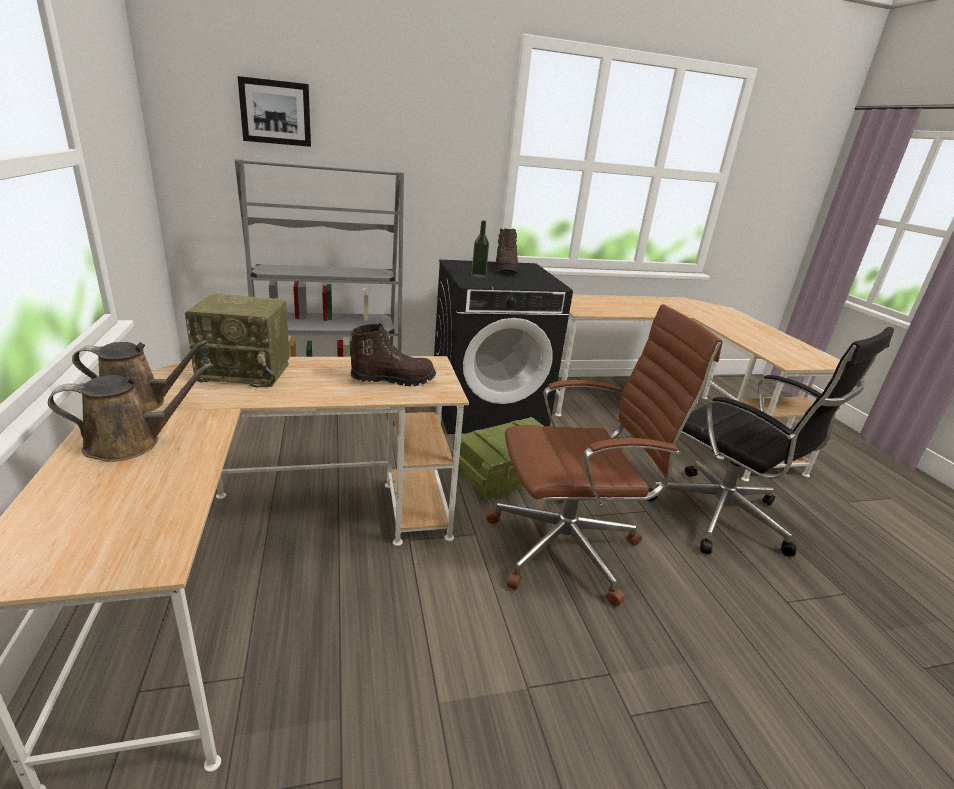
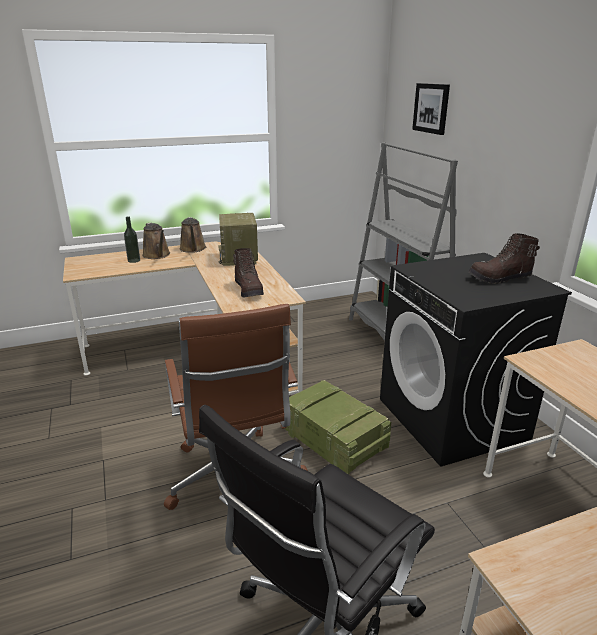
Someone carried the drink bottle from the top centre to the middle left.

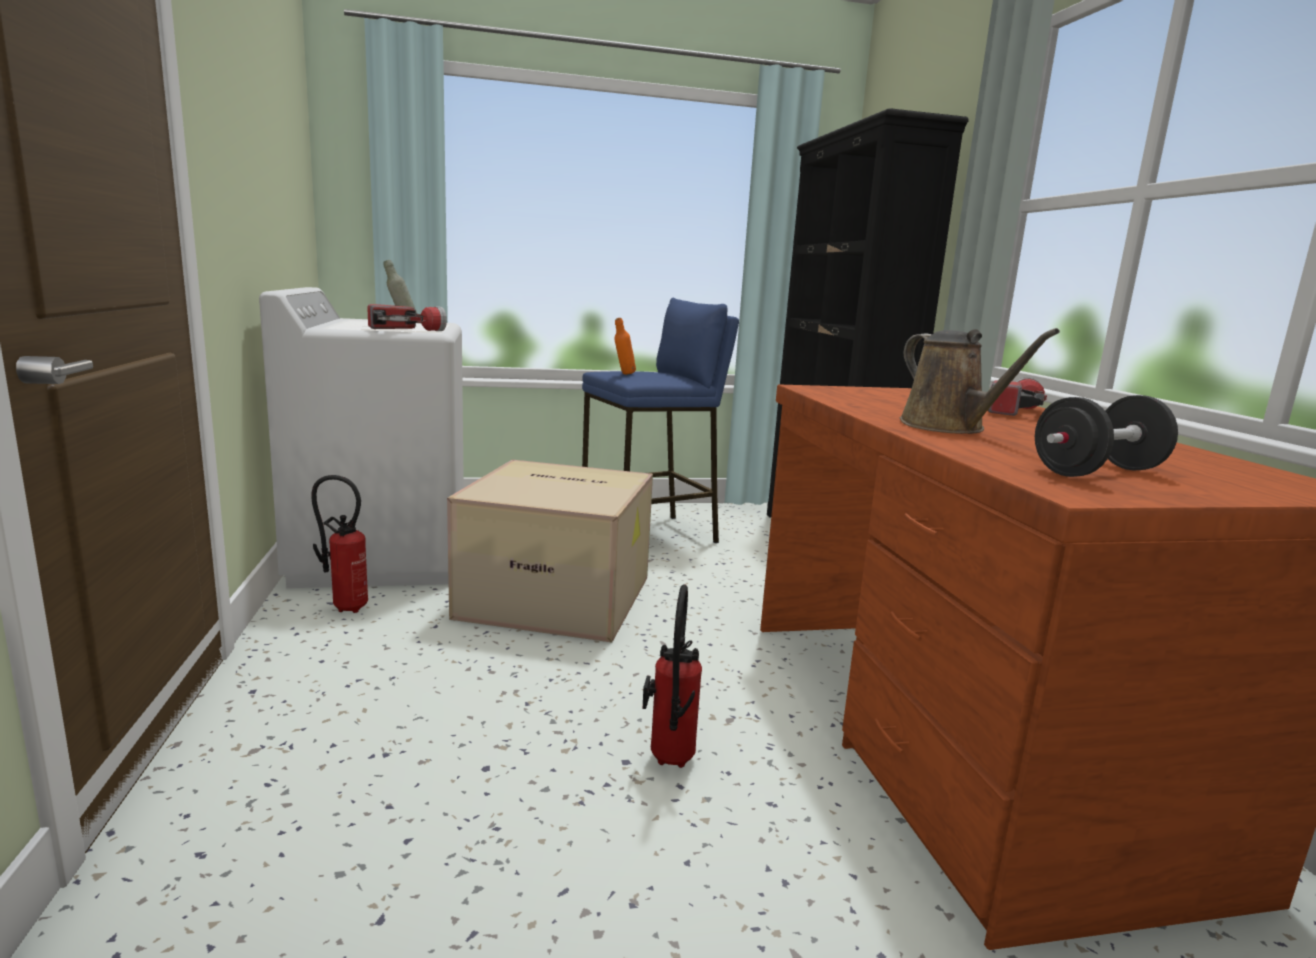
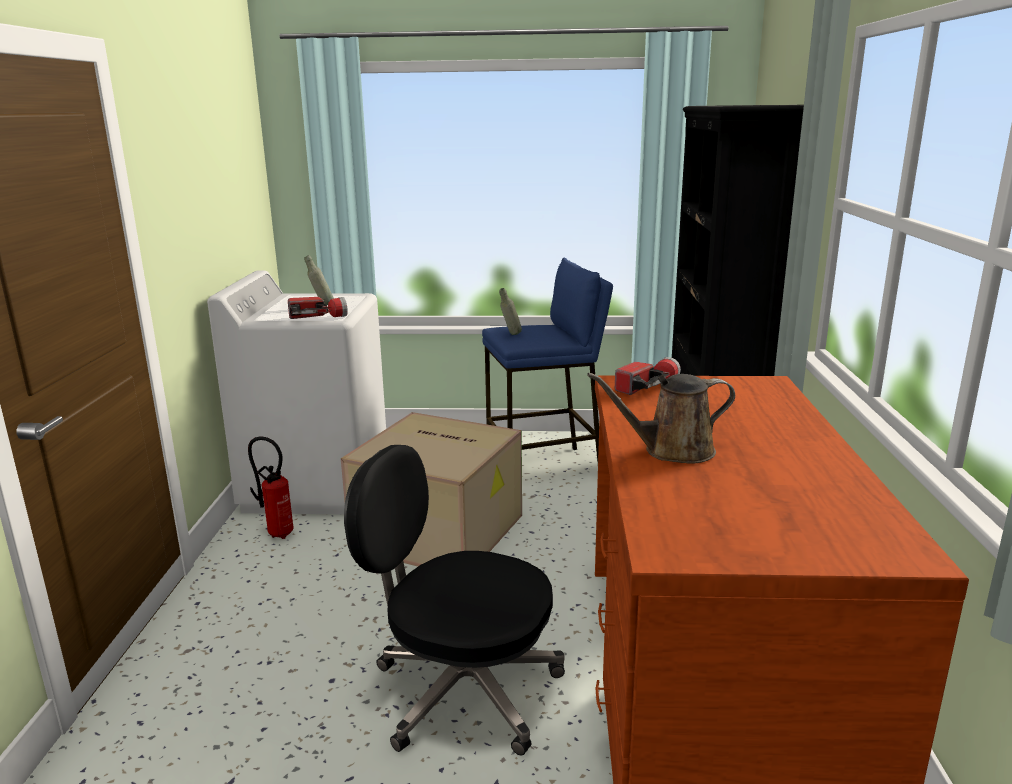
Someone repainted the orangey drink bottle at the centre, which became the grey drink bottle (no. 2 from left) at the centre. Someone rotated the brown watering can at the middle right by 90 degrees clockwise. Someone carried the torch (no. 2 from left) from the middle right to the centre. Someone took away the blackish hand weight at the middle right. Someone swapped the extinguisher (no. 2 from left) at the bottom centre for the blackish computer chair at the bottom centre.

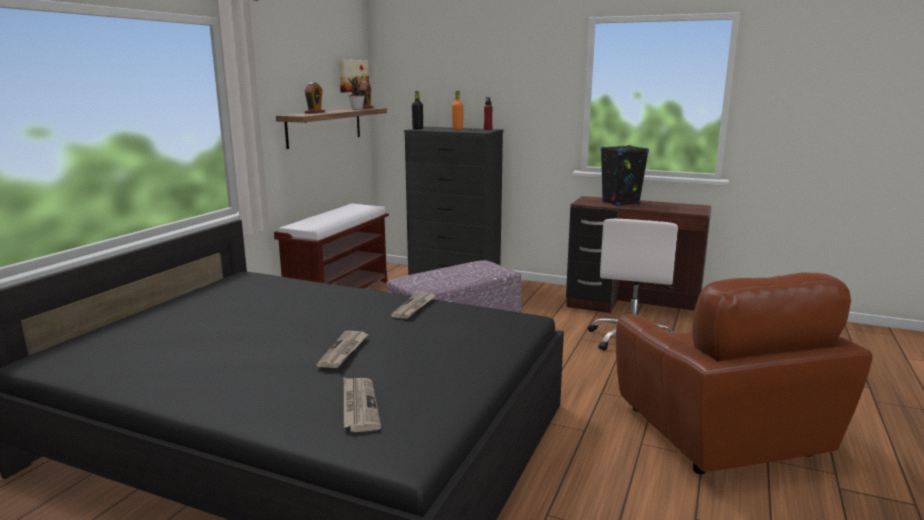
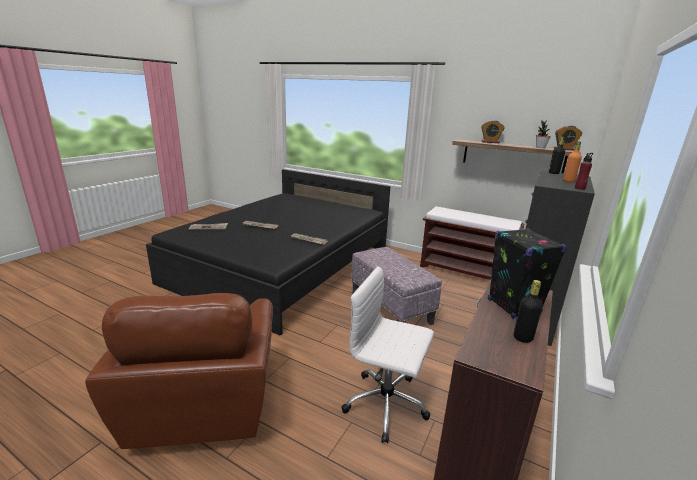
Someone took away the picture at the top centre. Someone rotated the brown armchair at the bottom right by 90 degrees counterclockwise. Someone put down the blackish drink bottle (no. 1 from left) at the middle right.

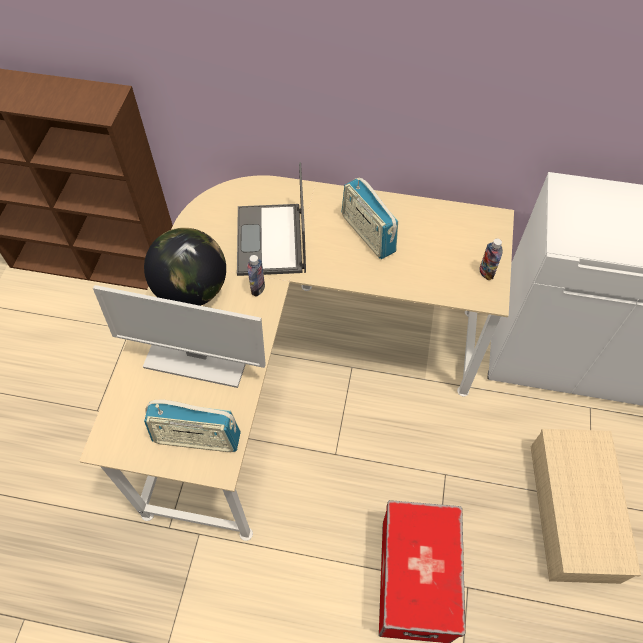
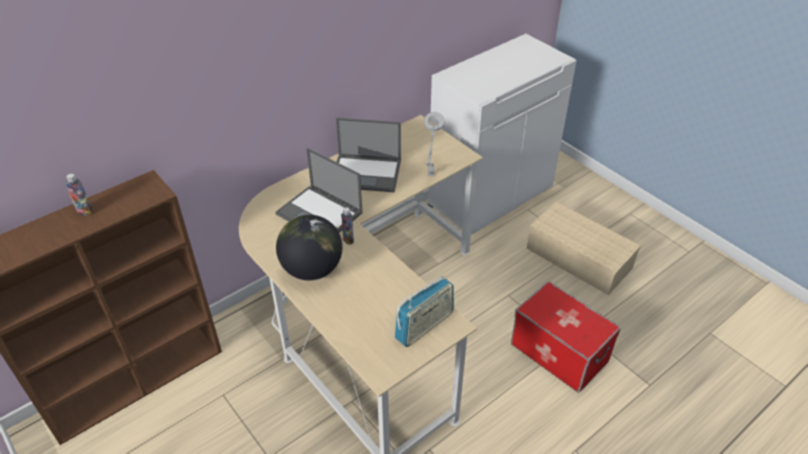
Someone swapped the radio receiver (no. 2 from left) at the centre for the laptop (no. 2 from left) at the centre. Someone carried the drink bottle (no. 2 from left in the first image) from the middle right to the middle left. Someone took away the computer display at the middle left. Someone put down the grey lamp for a table at the top centre.

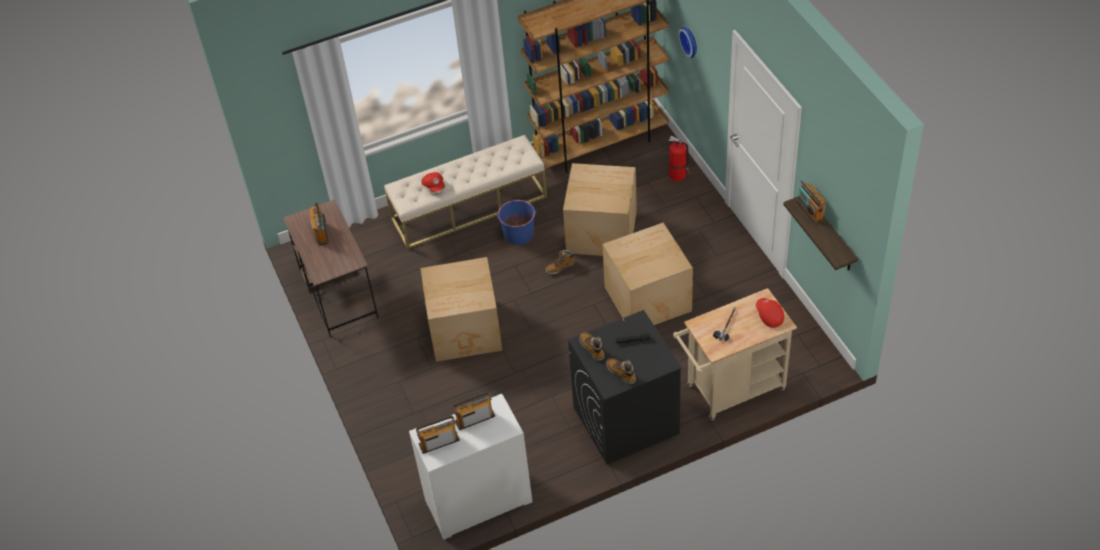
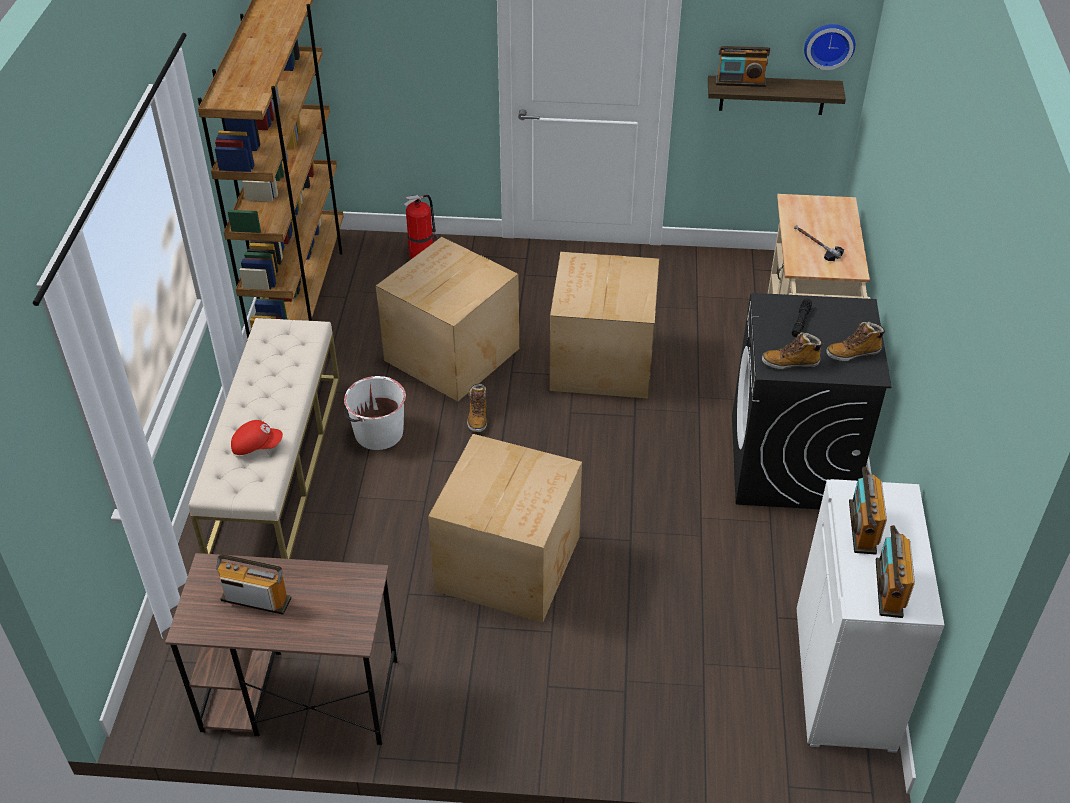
Someone carried the hanging clock from the top centre to the top right. Someone repainted the bluish water bucket at the centre, which became the white water bucket at the centre. Someone took away the red baseball cap (no. 2 from left) at the middle right.

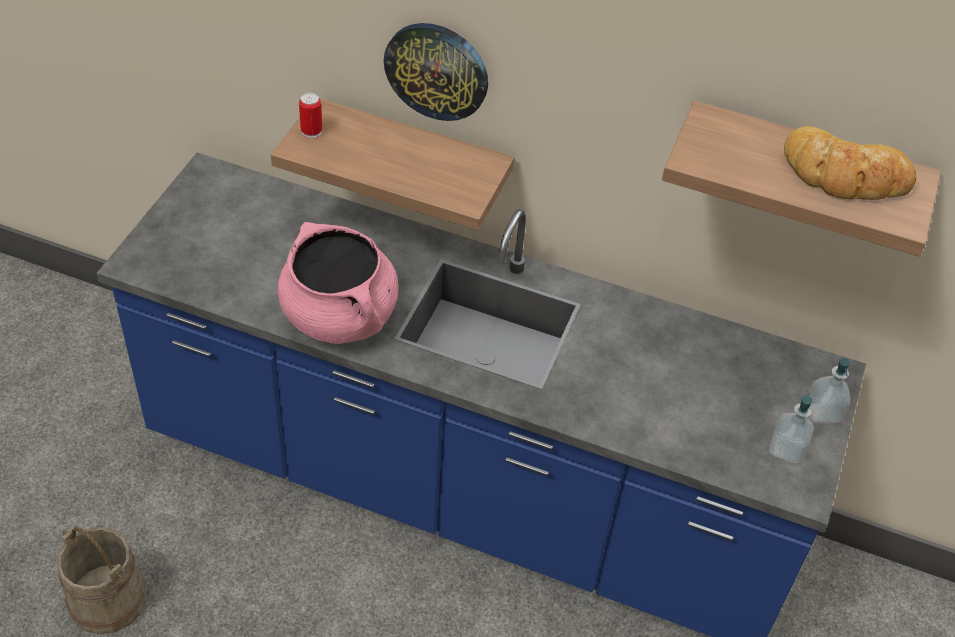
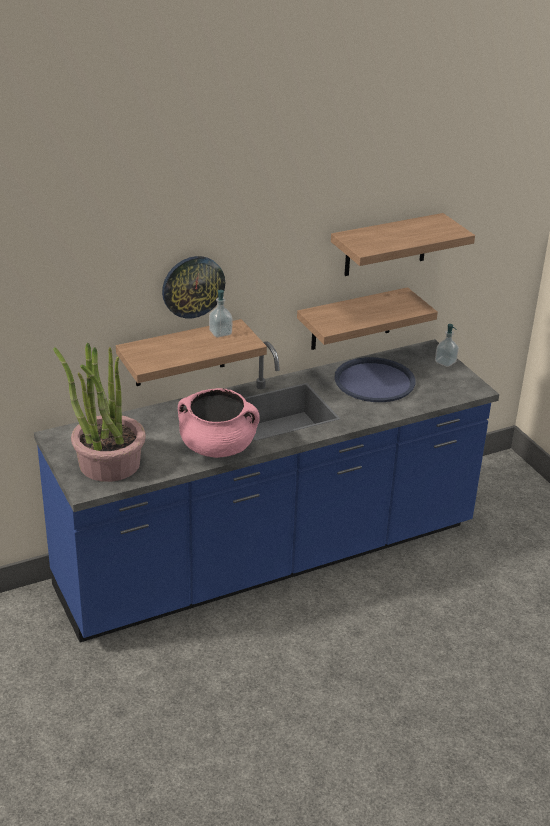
Someone took away the can at the top left. Someone took away the baked bread at the top right. Someone carried the soap dispenser (no. 1 from left) from the bottom right to the centre. Someone took away the sand-coloured water bucket at the bottom left. Someone put up the wall shelf (no. 2 from left) at the middle right. Someone put down the houseplant at the middle left. Someone put down the bluish serving tray at the middle right.

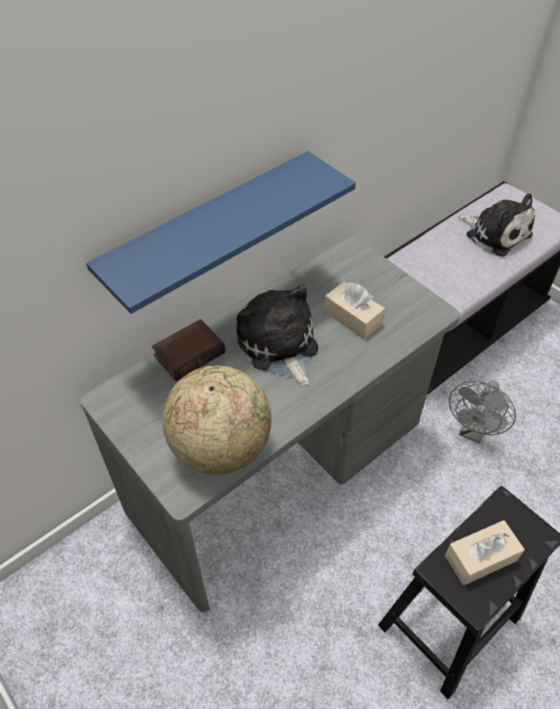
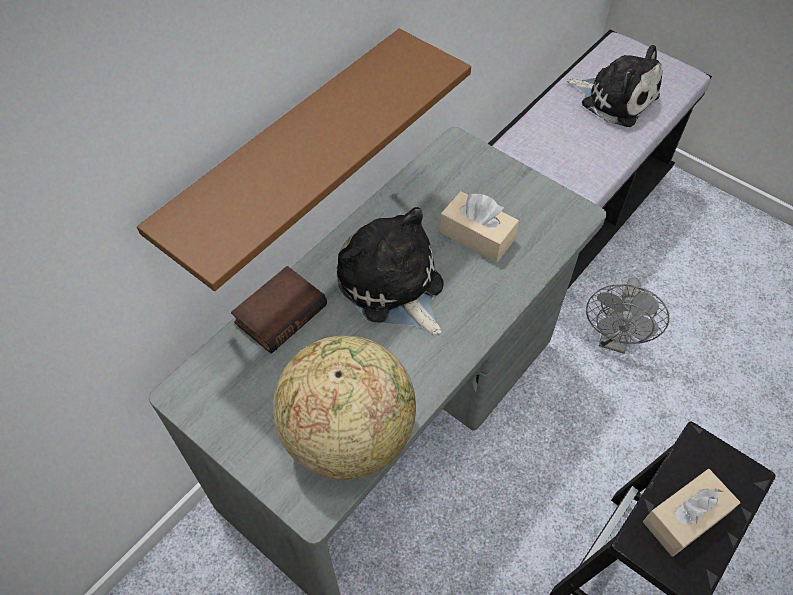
Someone repainted the bluish wall shelf at the top centre, which became the brown wall shelf at the top centre.

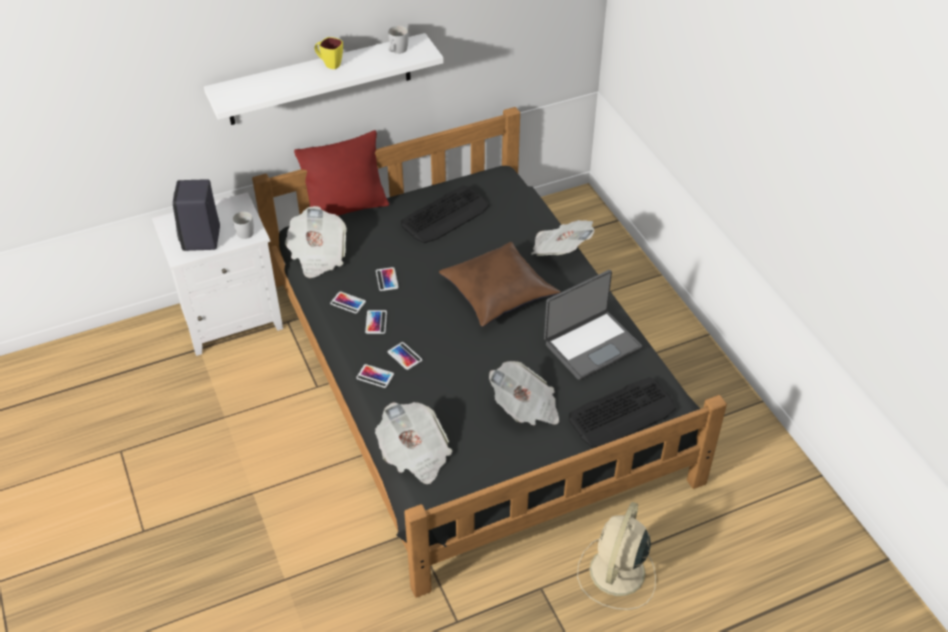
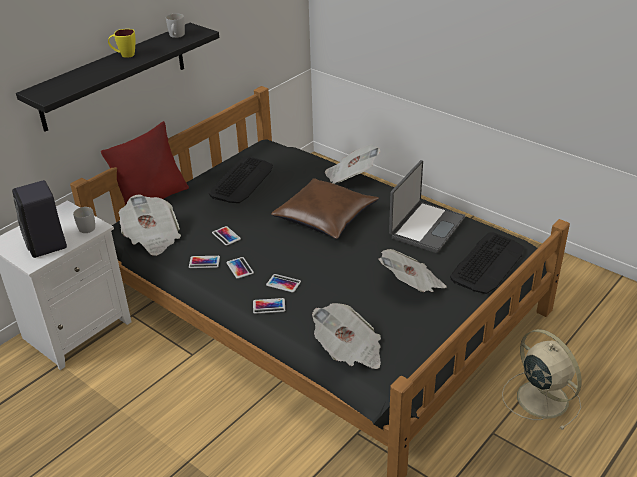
Someone repainted the white wall shelf at the top centre, which became the blackish wall shelf at the top left. Someone rotated the sand-coloured electric fan at the bottom centre by 150 degrees clockwise.

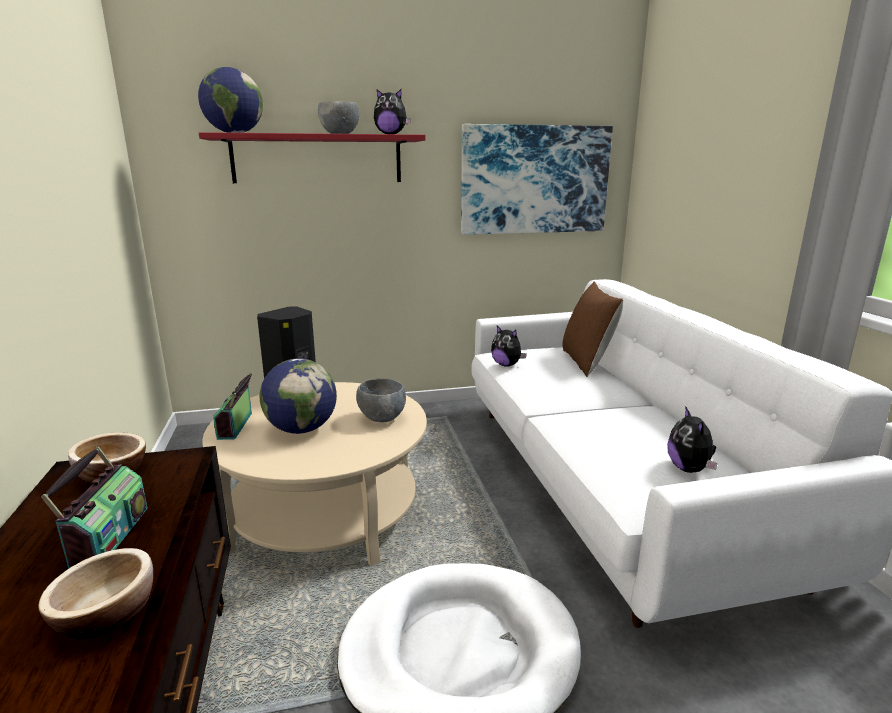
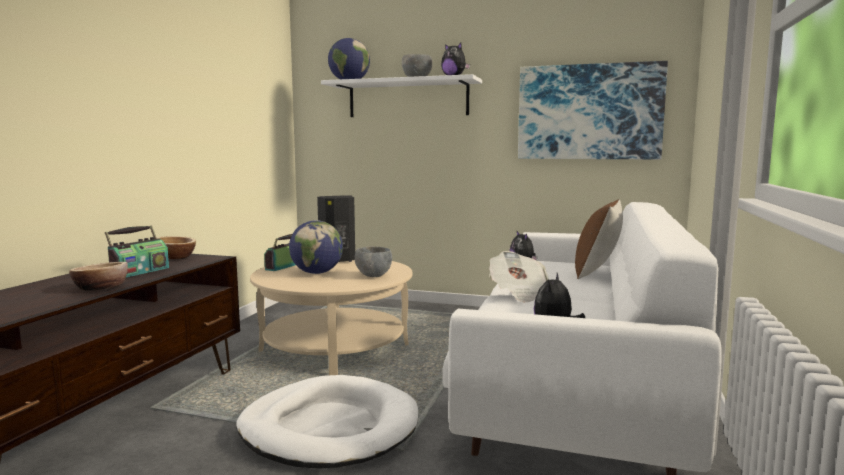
Someone repainted the red wall shelf at the top centre, which became the white wall shelf at the top centre. Someone put down the newspaper at the centre.

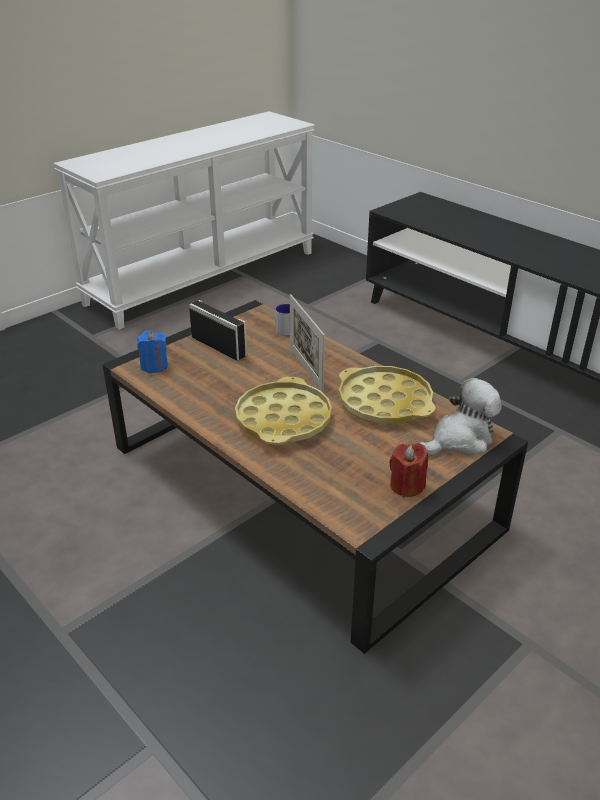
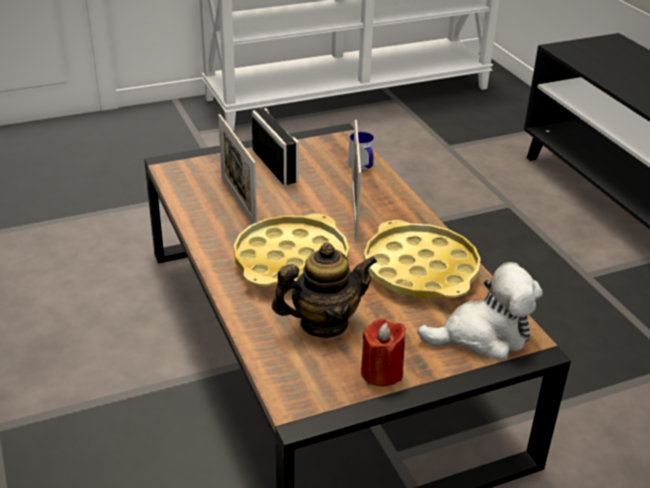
Someone took away the bluish candle at the middle left. Someone put down the photo frame (no. 1 from left) at the centre. Someone put down the teapot at the centre.

